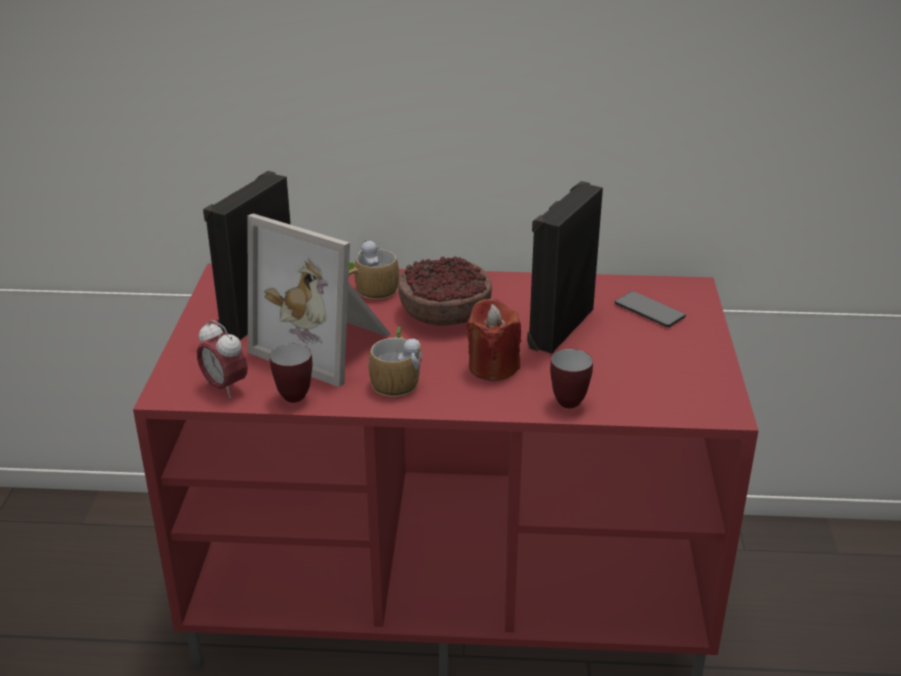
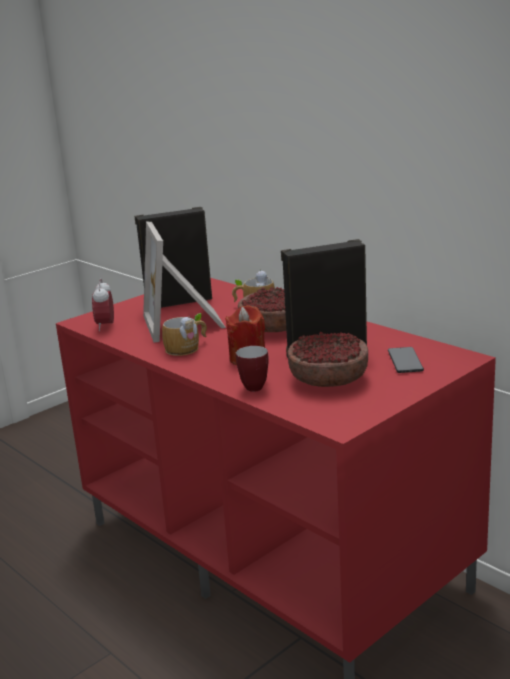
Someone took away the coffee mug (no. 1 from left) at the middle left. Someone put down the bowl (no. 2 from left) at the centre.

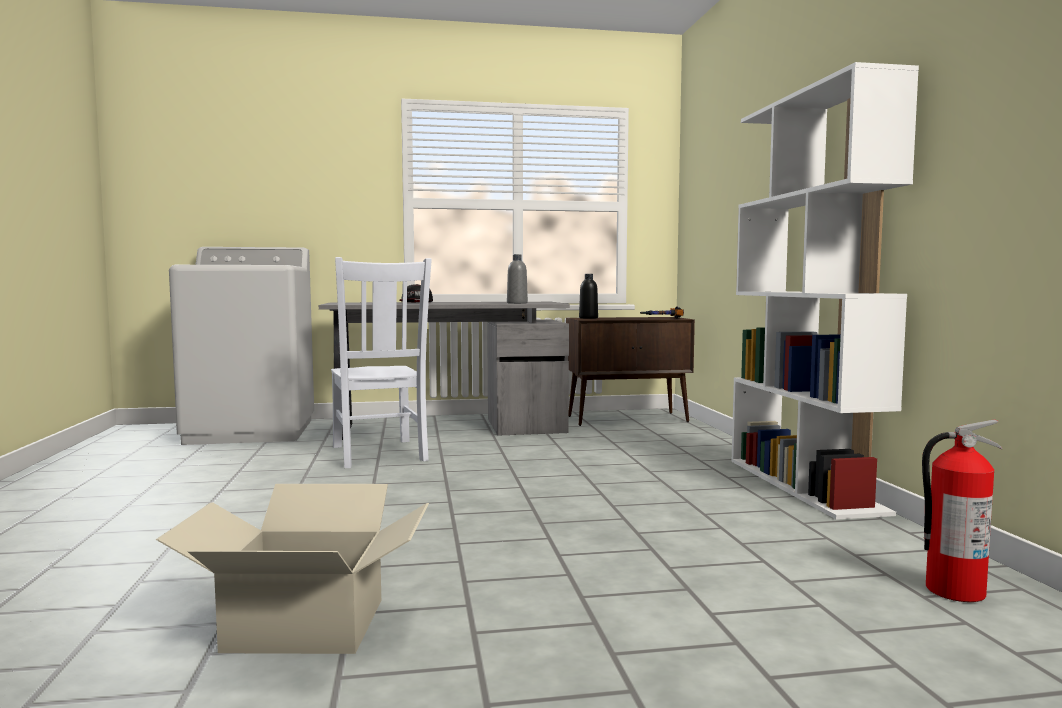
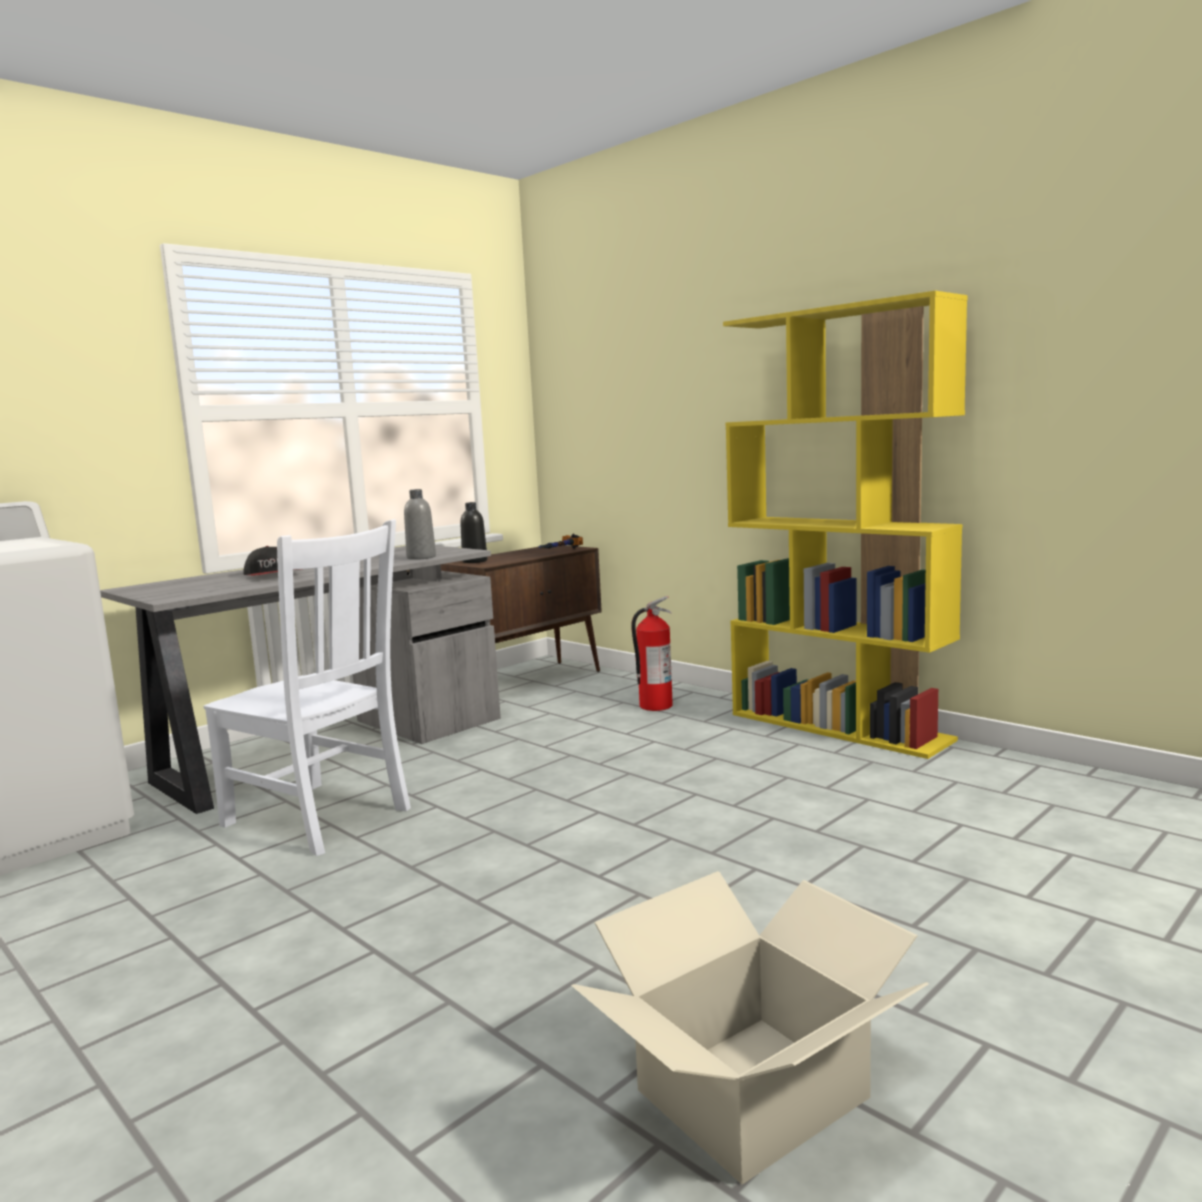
Someone repainted the white bookshelf at the middle right, which became the yellow bookshelf at the middle right. Someone carried the extinguisher from the bottom right to the centre.

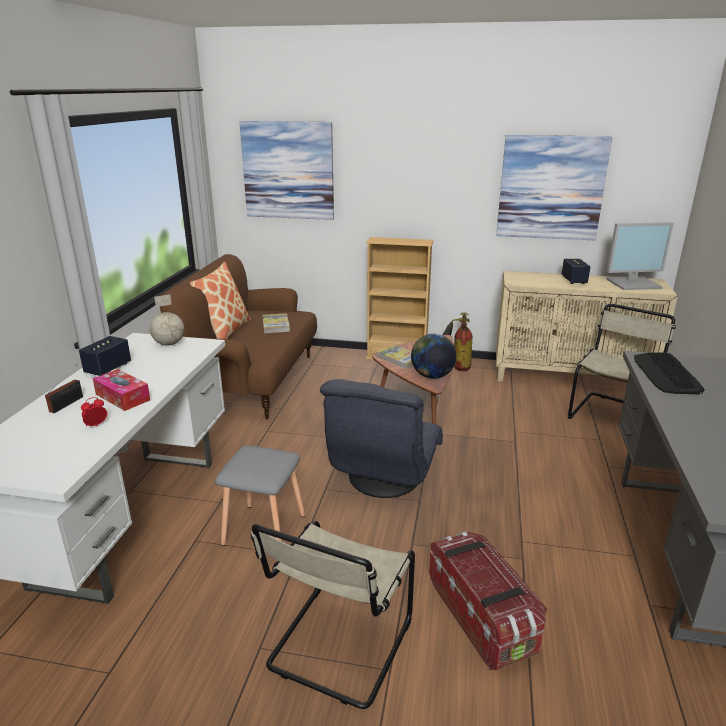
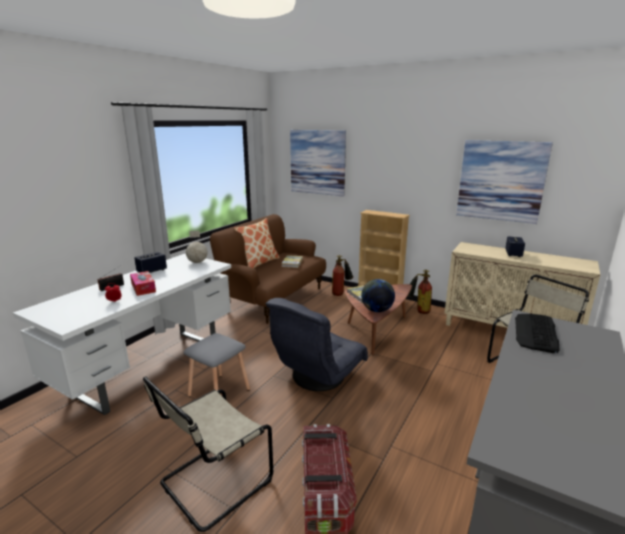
Someone took away the computer display at the middle right. Someone put down the extinguisher (no. 1 from left) at the centre.

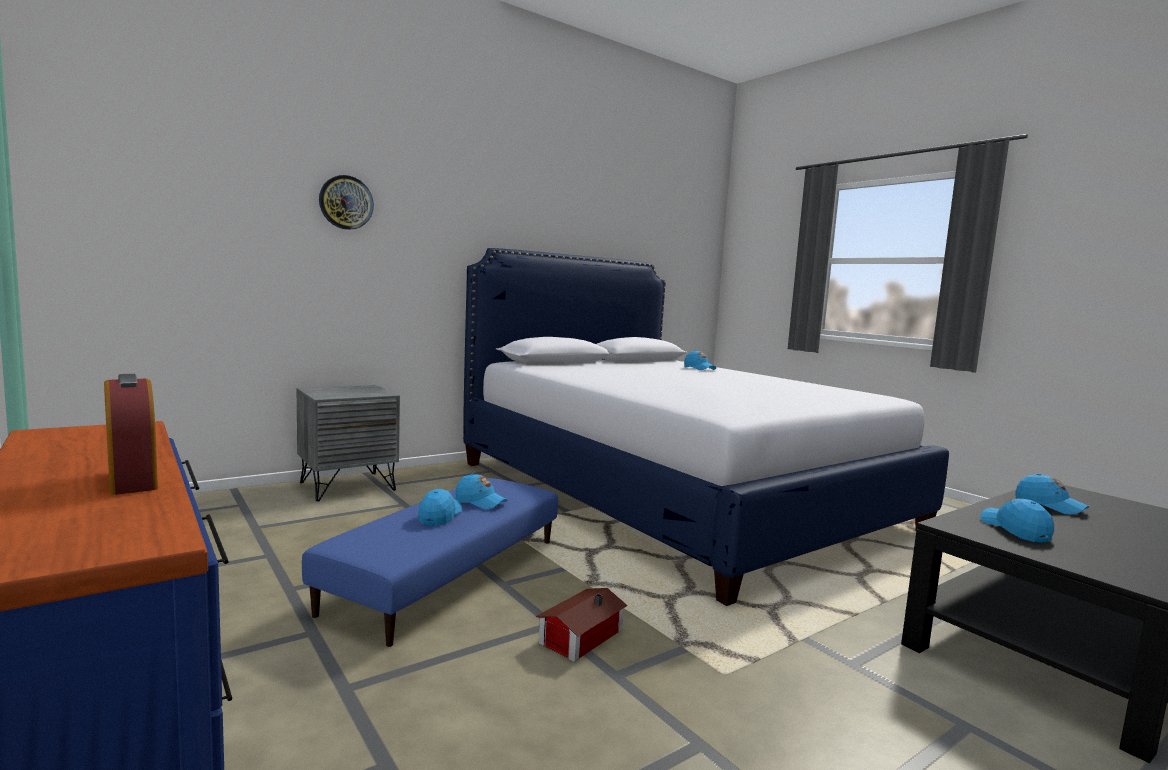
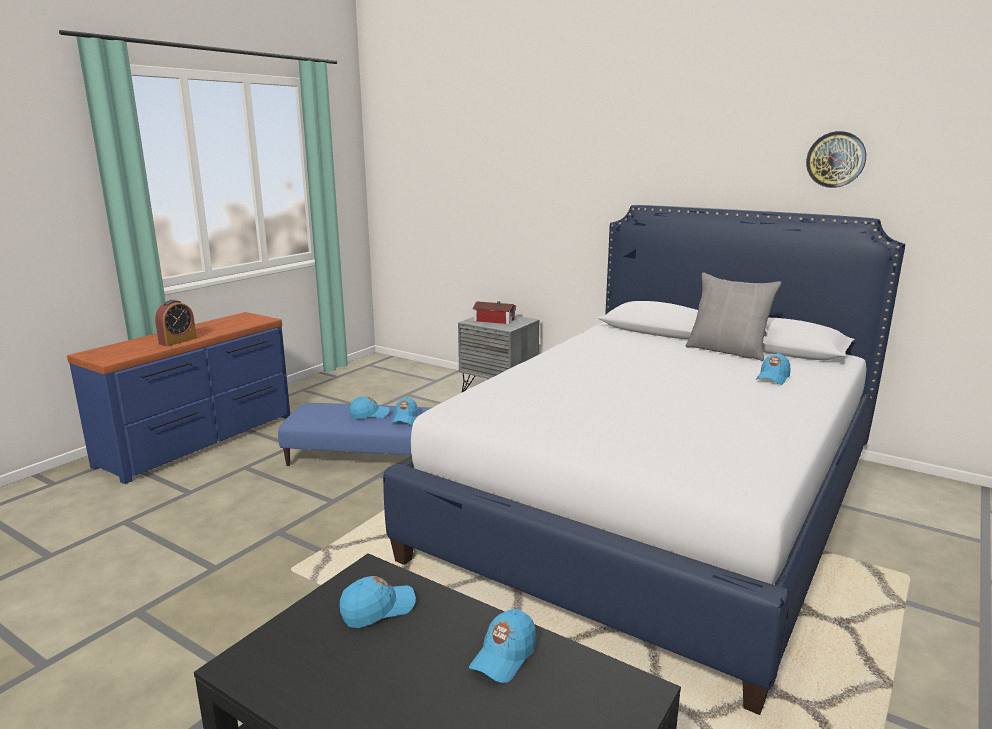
Someone carried the hanging clock from the top left to the top right. Someone carried the model house from the bottom centre to the centre. Someone put down the grey cushion at the middle right.

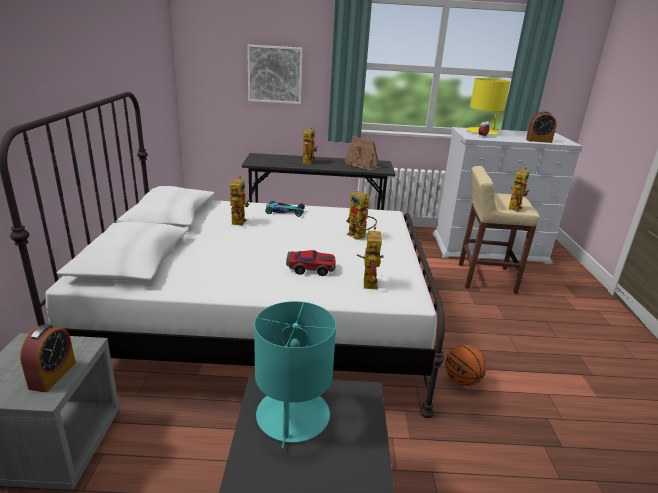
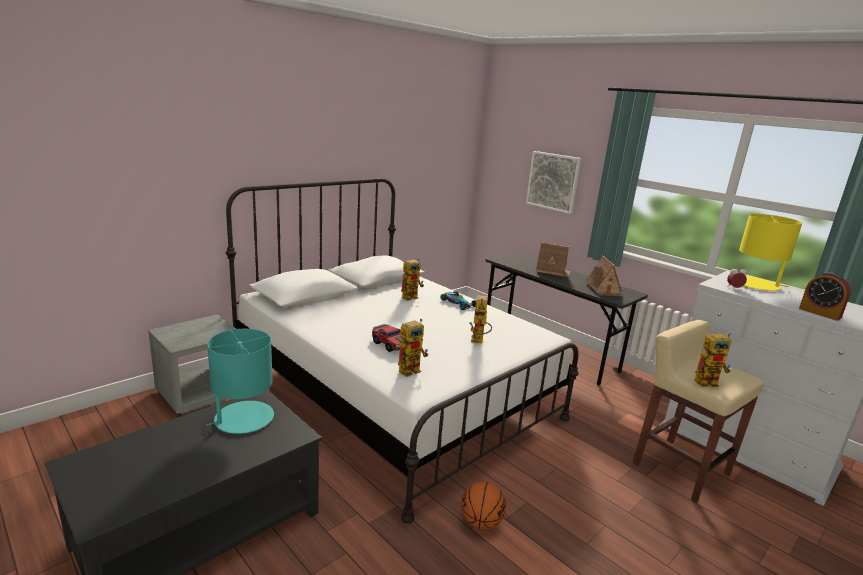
Someone swapped the model robot (no. 2 from left) at the top centre for the model house (no. 1 from left) at the centre. Someone took away the table clock (no. 1 from left) at the bottom left.

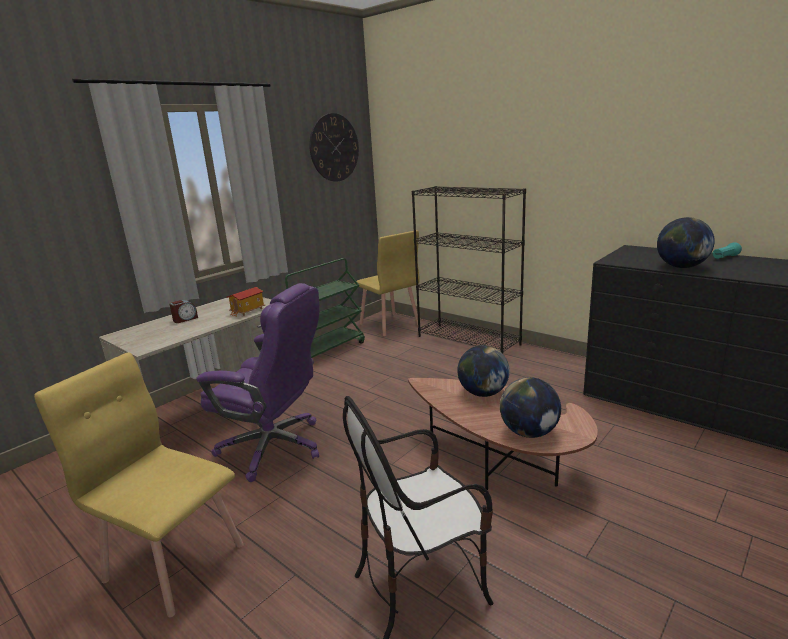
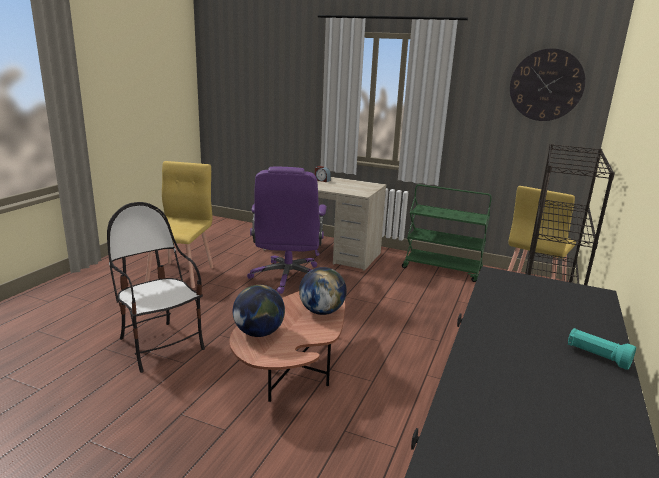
Someone took away the desk globe (no. 3 from left) at the middle right. Someone took away the model house at the middle left.

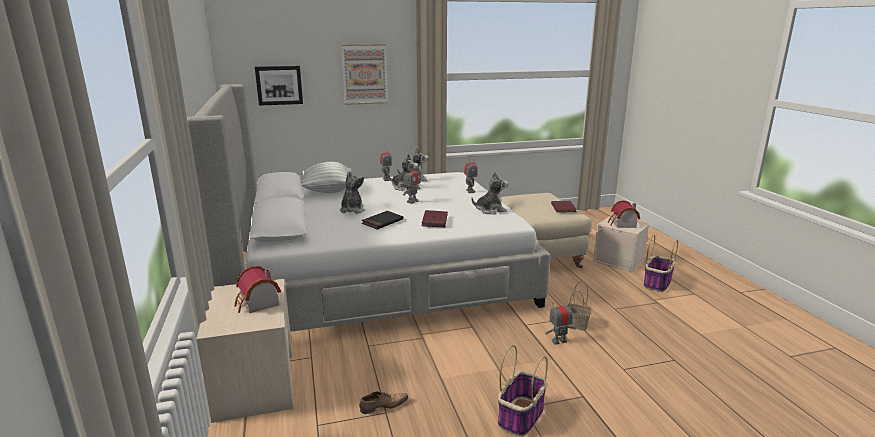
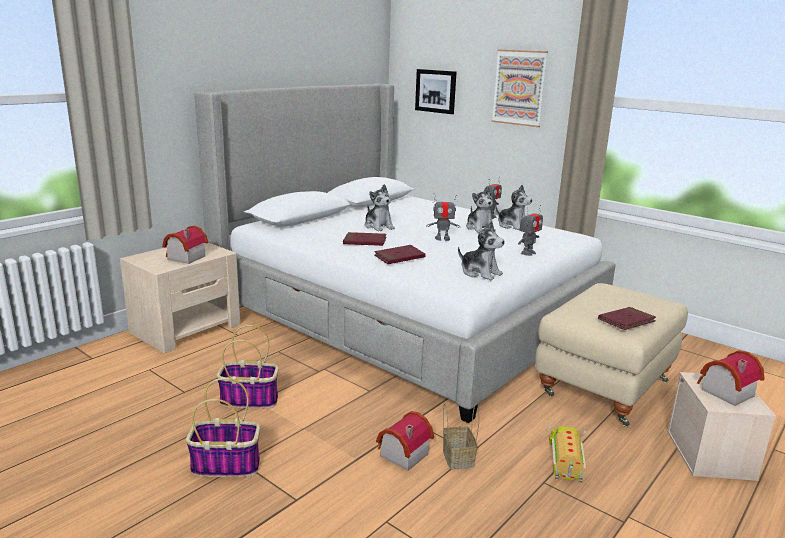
Someone took away the cushion at the centre. Someone rotated the soft toy (no. 1 from left) at the centre by 90 degrees clockwise. Someone repainted the blackish bound book at the centre, which became the red bound book (no. 1 from left) at the centre. Someone carried the storage basket (no. 3 from left in the first image) from the middle right to the bottom left. Someone swapped the model robot (no. 4 from left) at the bottom centre for the model house (no. 2 from left) at the bottom centre. Someone took away the shoe at the bottom centre. Someone put down the toy truck at the bottom right.

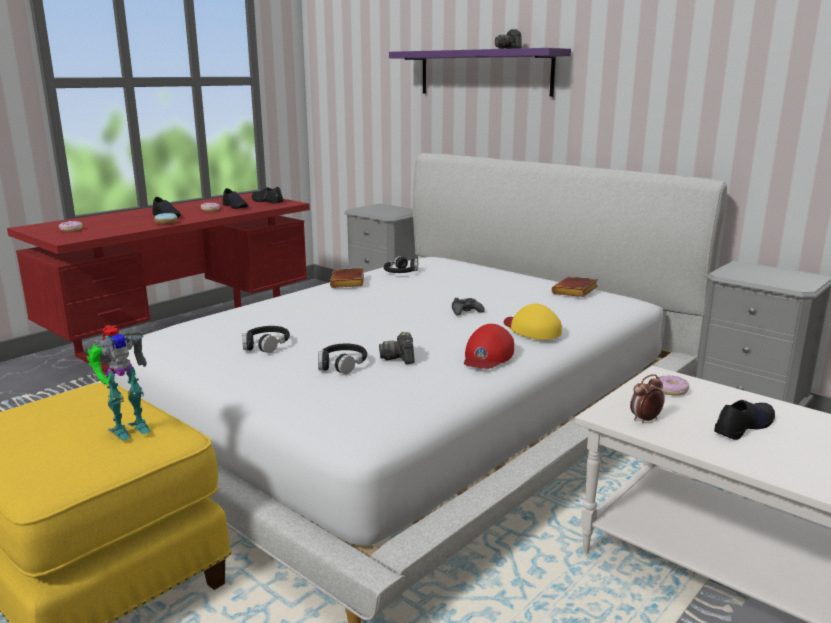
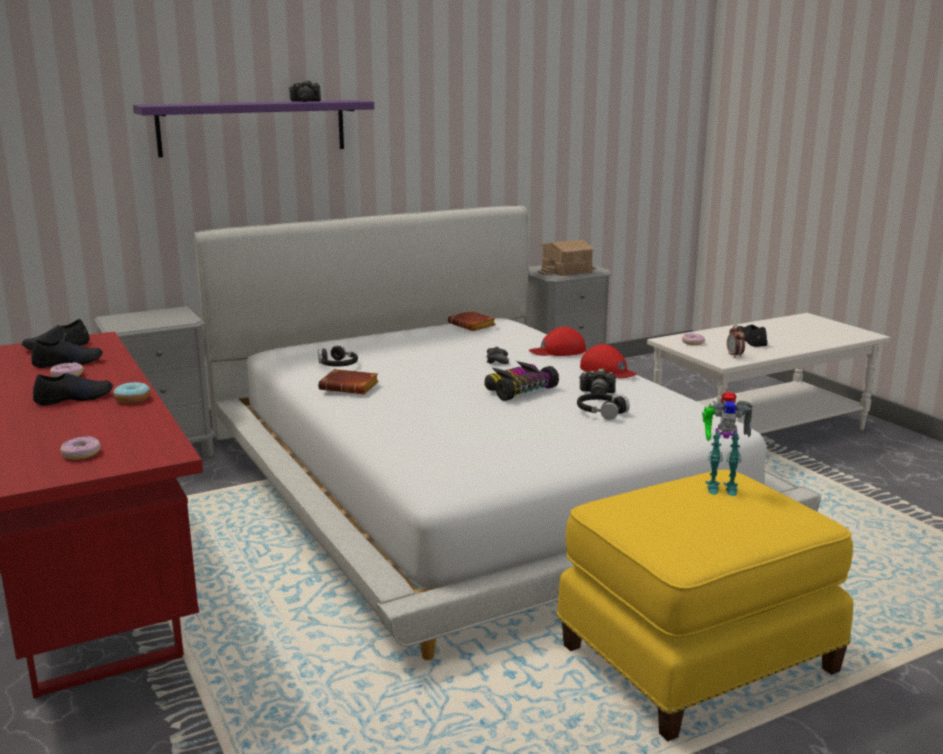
Someone repainted the yellow baseball cap at the centre, which became the red baseball cap (no. 1 from left) at the centre. Someone rotated the model robot at the middle left by 120 degrees clockwise. Someone took away the blackish headset (no. 1 from left) at the middle left. Someone put down the model house at the centre. Someone put down the toy car at the centre.

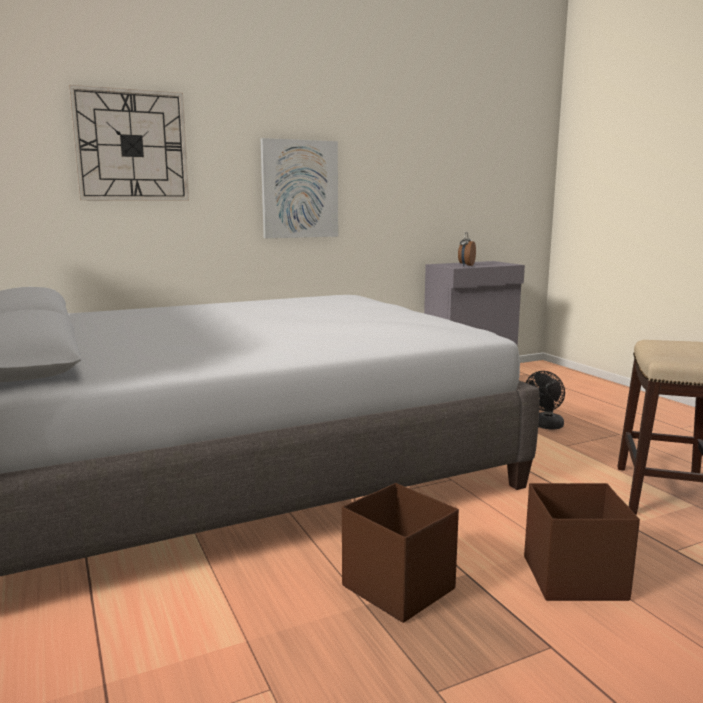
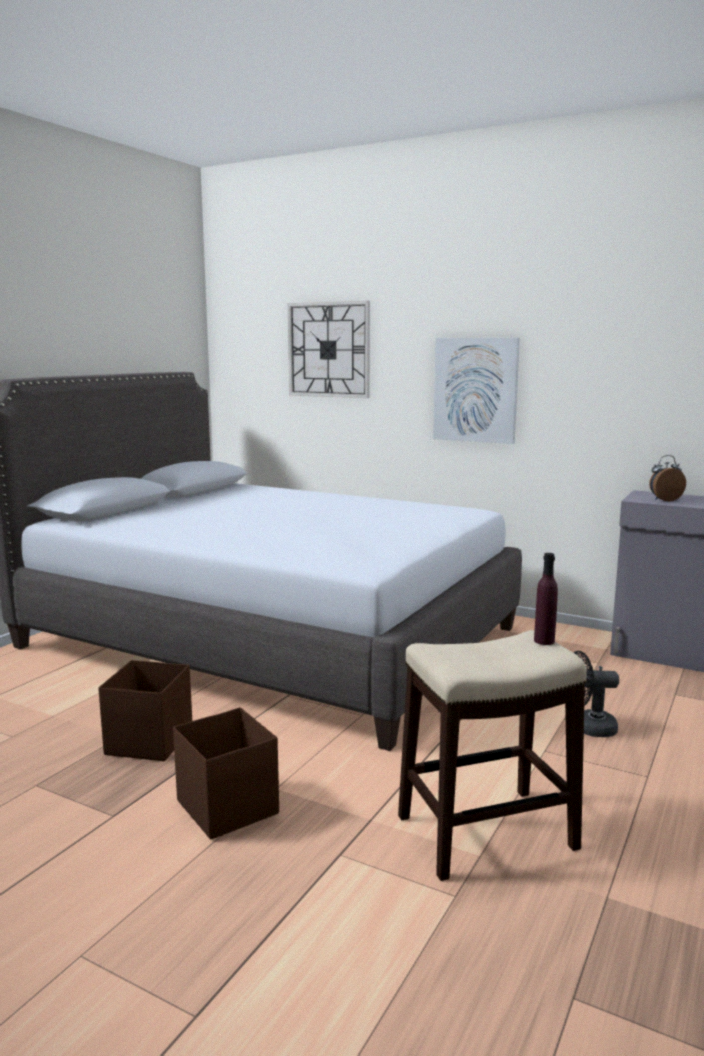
Someone put down the purplish drink bottle at the middle right.

